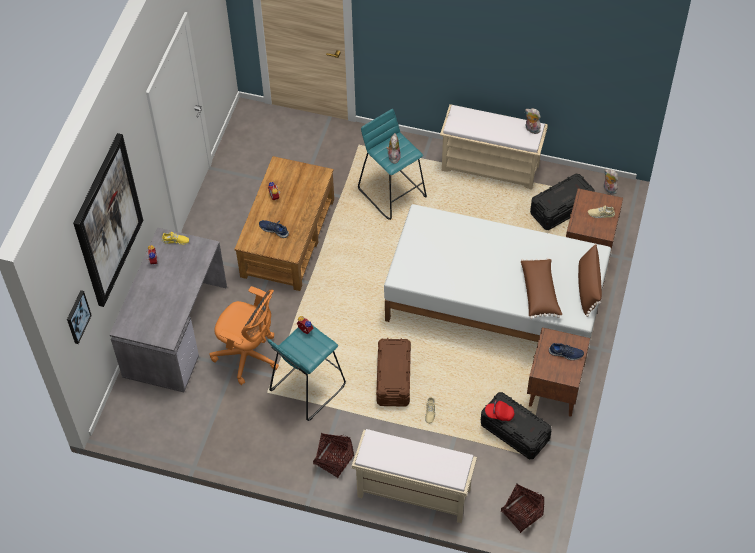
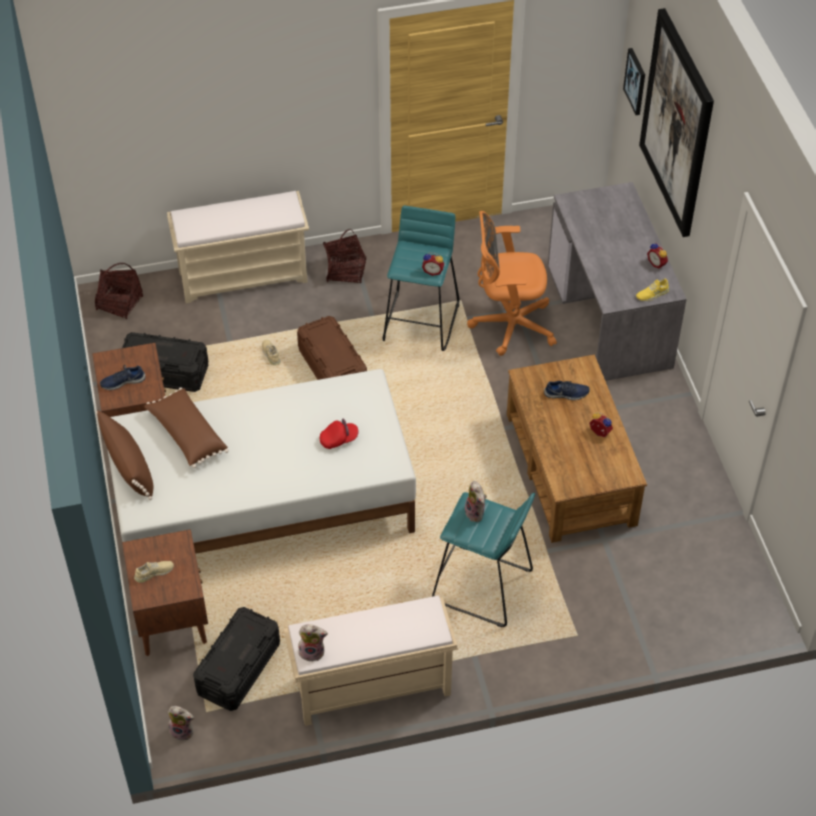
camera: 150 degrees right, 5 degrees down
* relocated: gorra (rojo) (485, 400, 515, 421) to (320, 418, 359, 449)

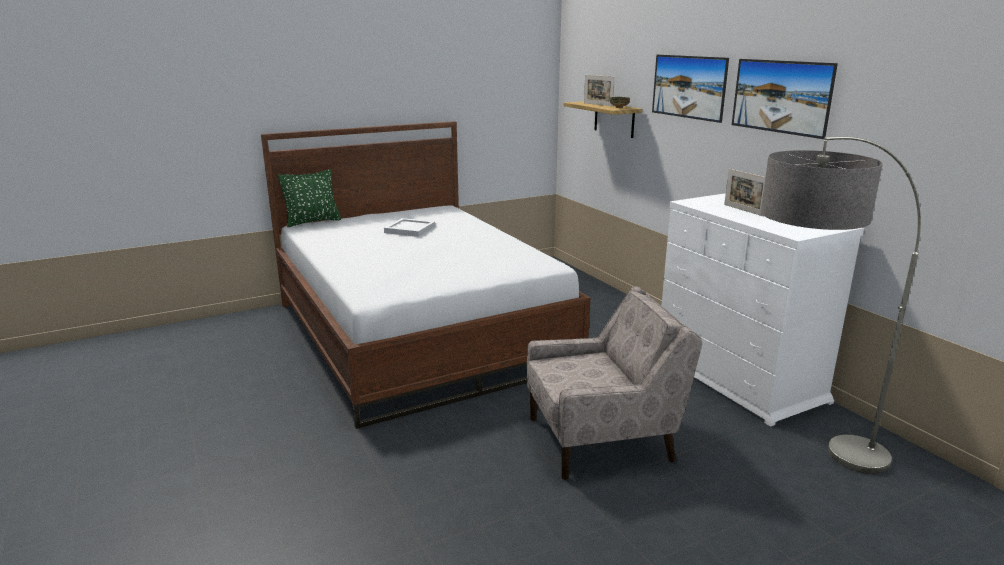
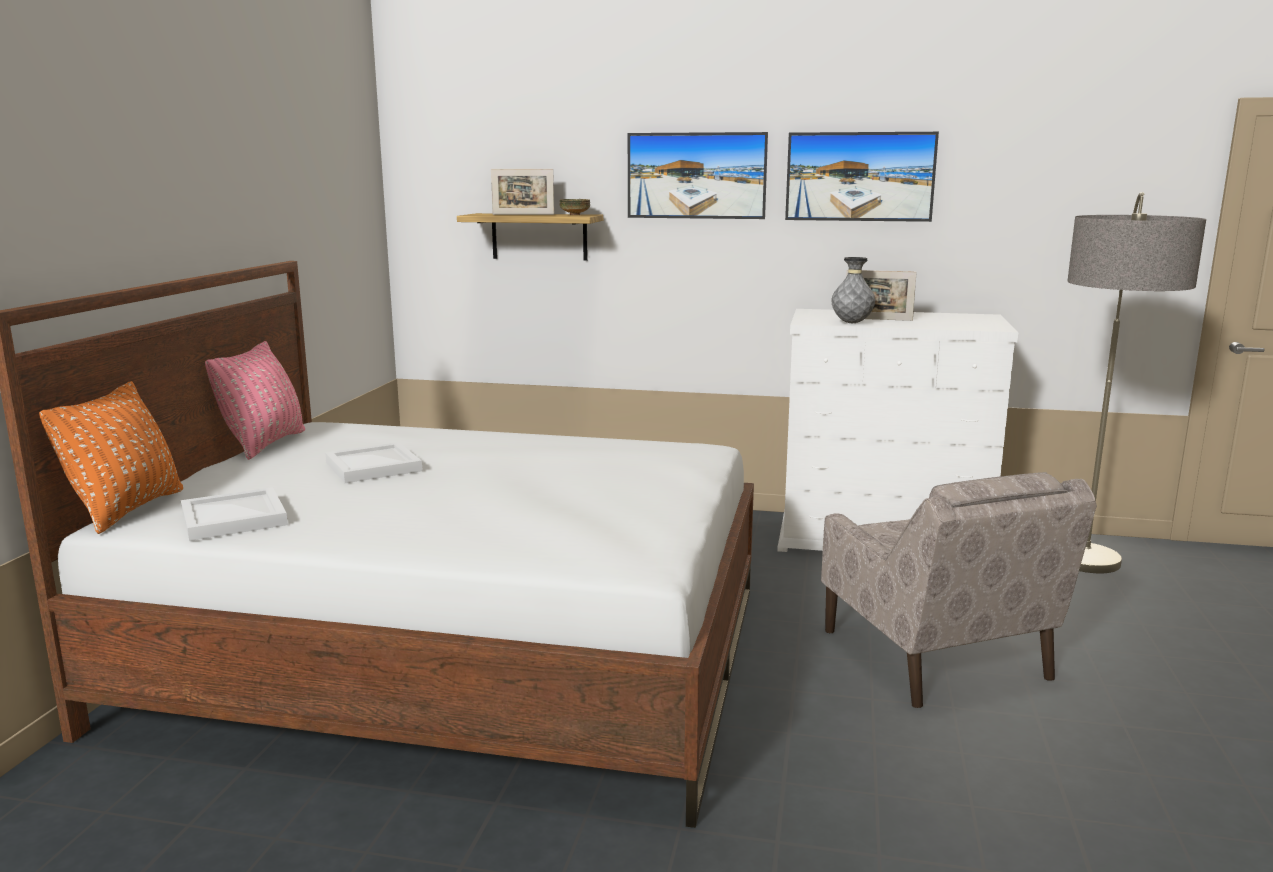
camera: 50 degrees left, 5 degrees down
* colour: cojín (verde) (278, 169, 341, 227) to cojín (naranja) (39, 381, 183, 534)
* spun: sillón (beis) (527, 286, 702, 480) = (821, 472, 1097, 708) 135 degrees clockwise
* appeared: florero (gris) (832, 257, 875, 323)
* appeared: cojín (rosa) (205, 341, 305, 460)
* appeared: bandeja (blanco) (181, 487, 288, 541)

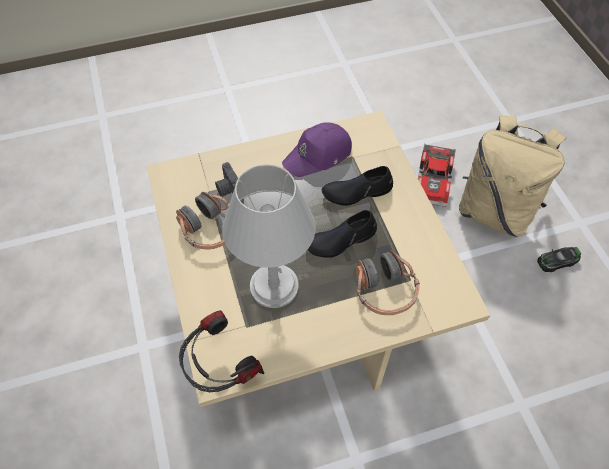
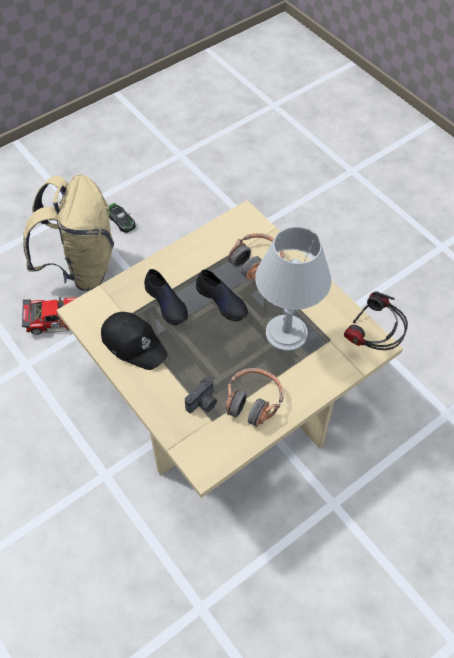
camera: 110 degrees left, 0 degrees up
* colour: gorra (morado) (282, 122, 352, 177) to gorra (negro) (101, 312, 168, 370)

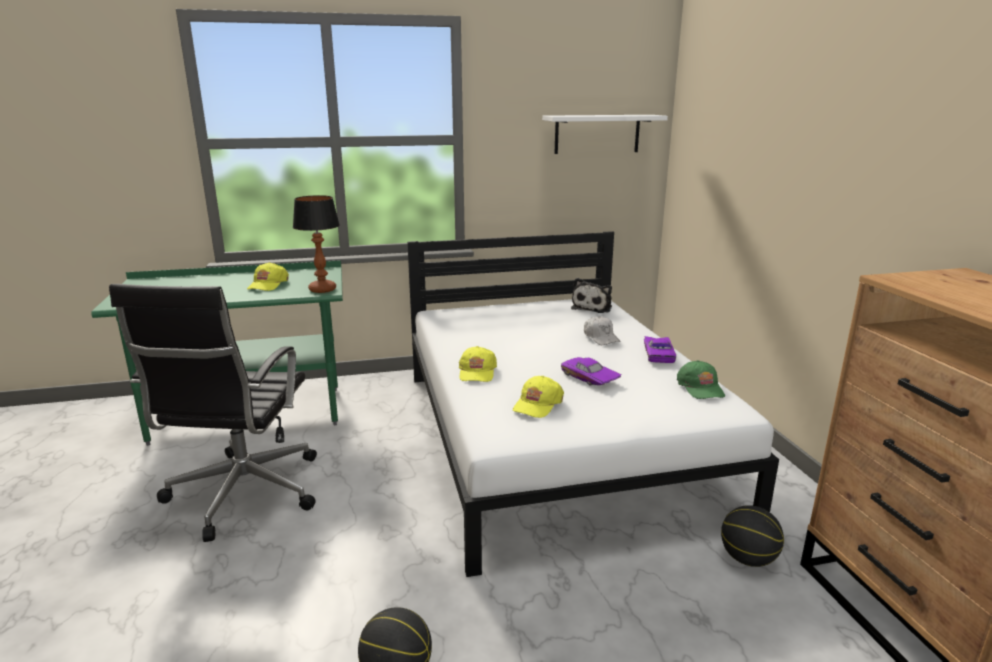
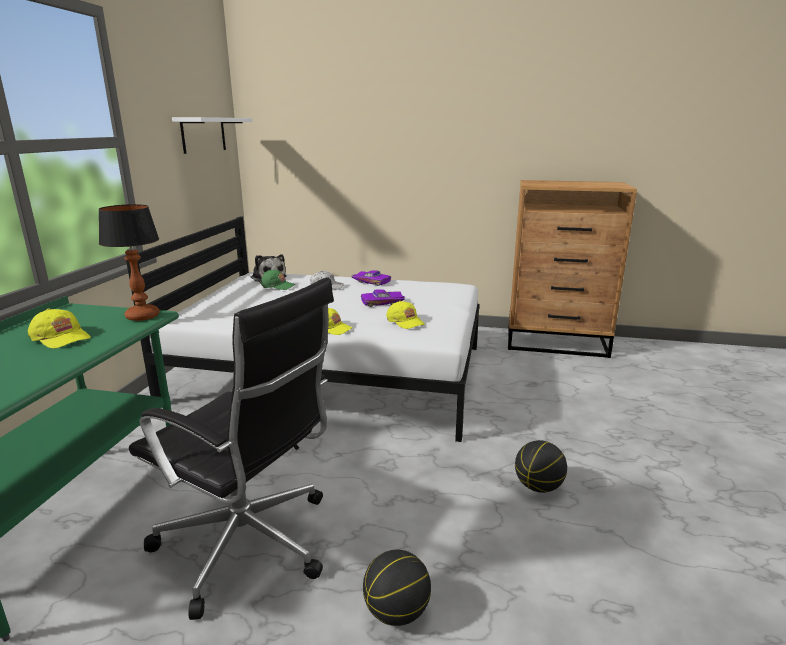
camera: 65 degrees left, 0 degrees up
* relocated: gorra (verde) (677, 360, 725, 399) to (260, 270, 296, 290)
* relocated: balón de baloncesto (721, 505, 784, 567) to (363, 550, 431, 626)

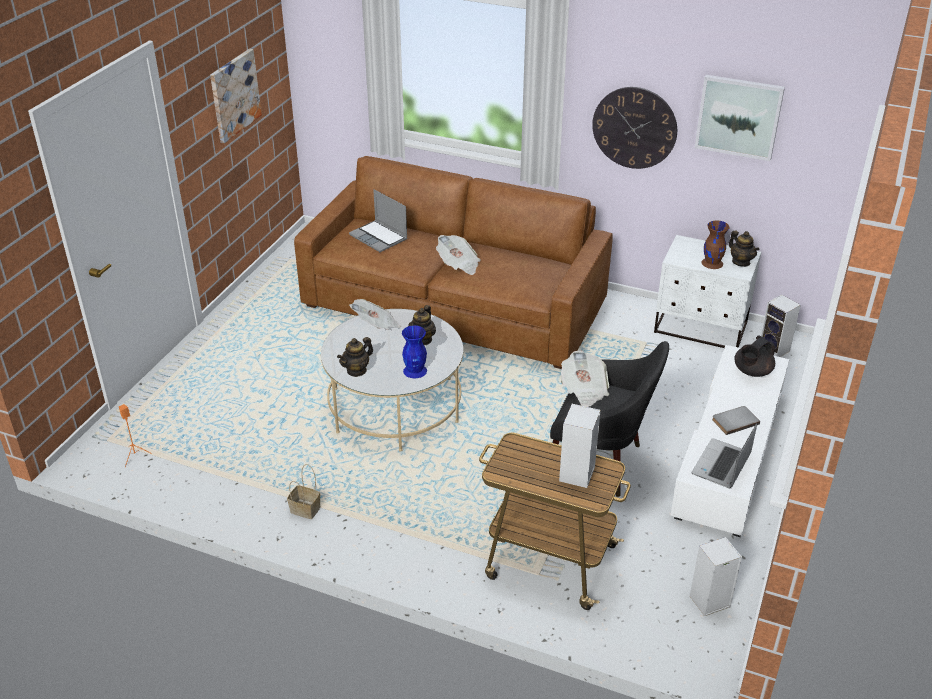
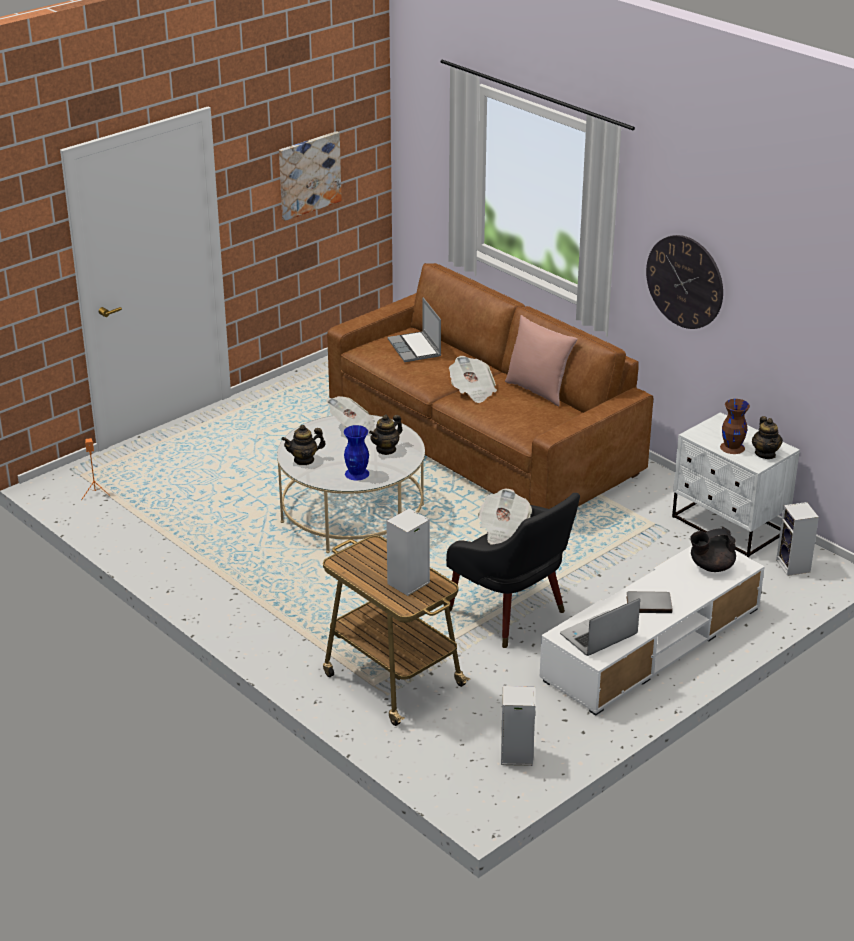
camera: 25 degrees right, 5 degrees down
* missing: cuadro (695, 75, 785, 161)
* missing: cesta (287, 464, 320, 519)
* appeared: cojín (rosa) (505, 315, 577, 406)

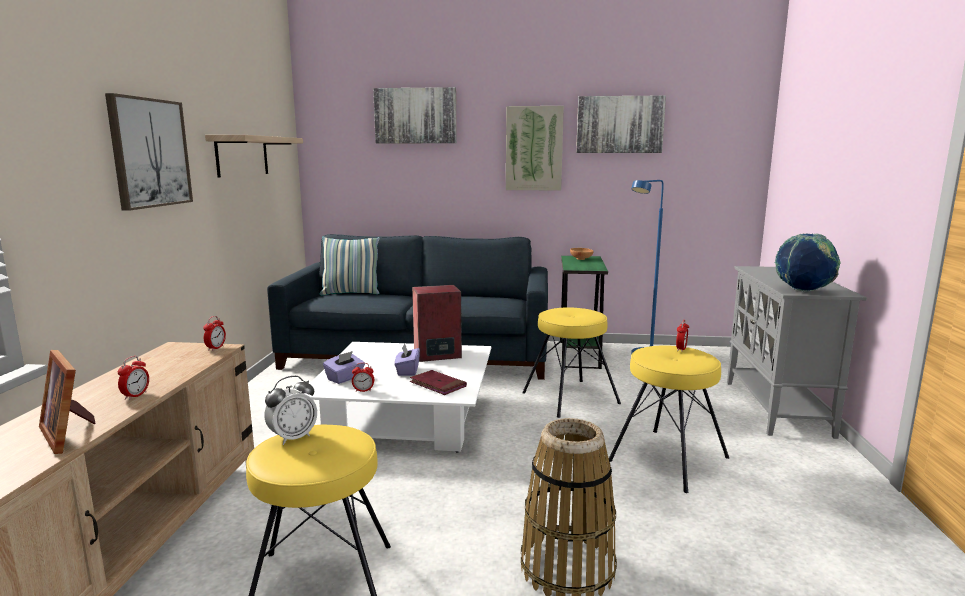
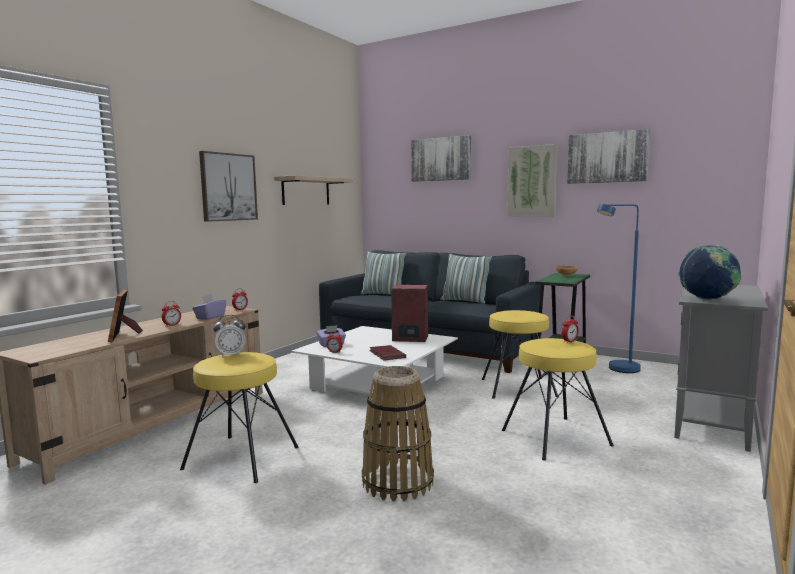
camera: 25 degrees right, 5 degrees down
* relocated: caja de pañuelos (morado) (395, 344, 420, 376) to (192, 294, 226, 320)
* appeared: cojín (441, 253, 492, 304)

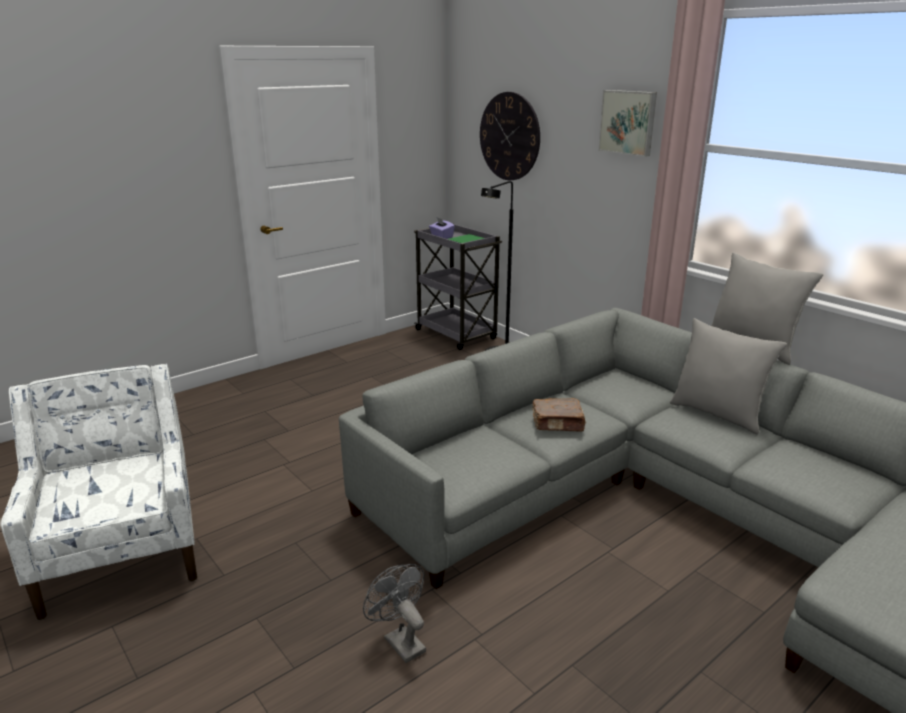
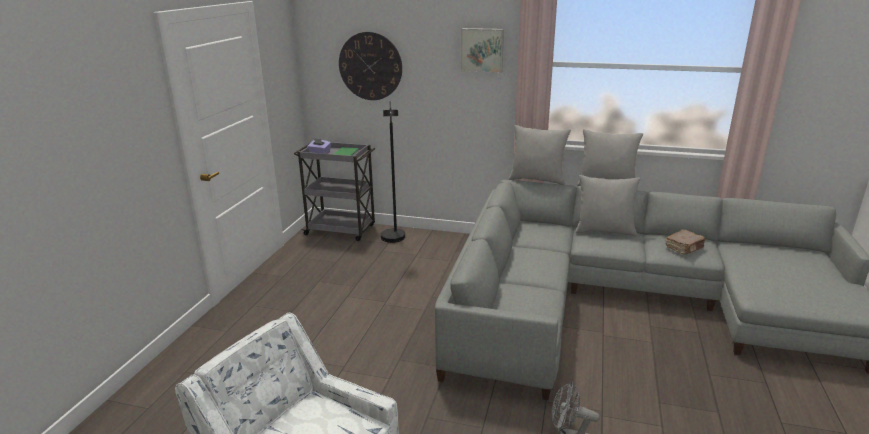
camera: 35 degrees left, 0 degrees up
* relocated: libro (marrón) (532, 398, 586, 431) to (665, 229, 705, 255)
* appeared: cojín (gris) (509, 125, 571, 185)

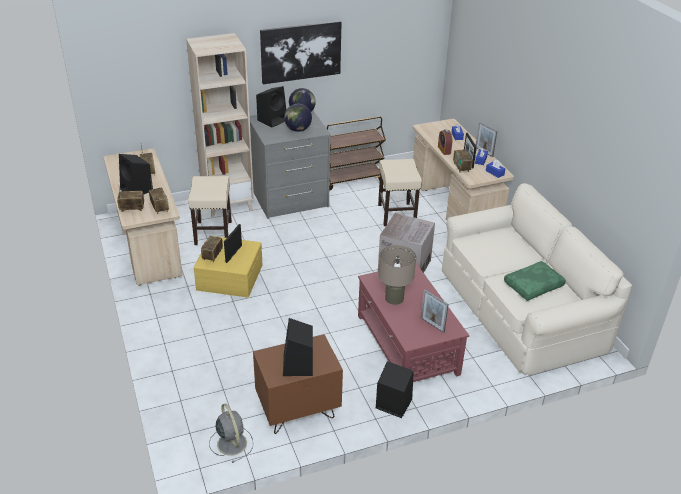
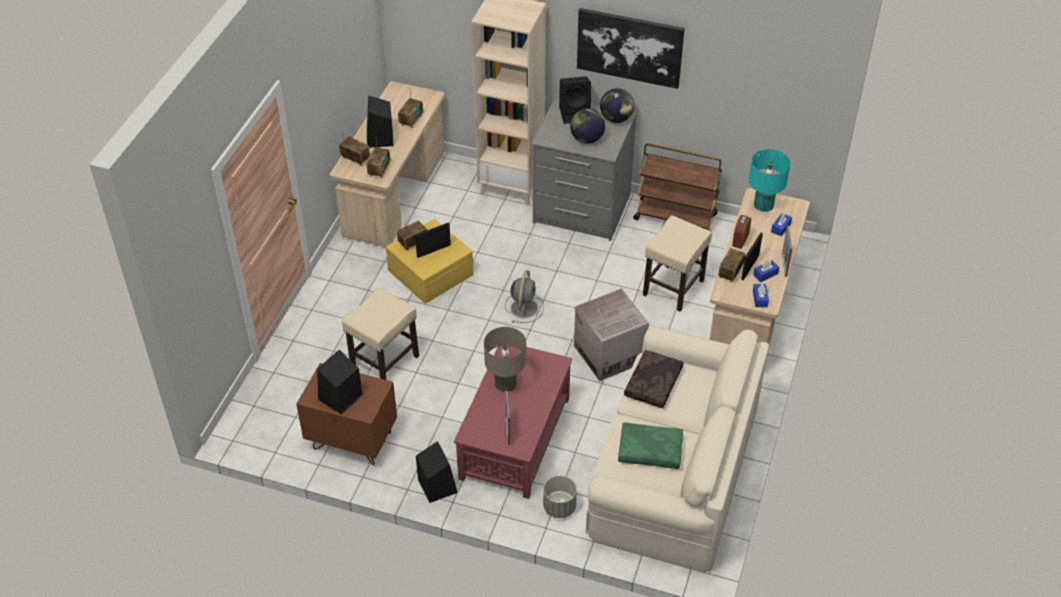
camera: 40 degrees right, 10 degrees up
* relocated: taburete (beis) (188, 176, 232, 245) to (342, 288, 419, 380)
* relocated: ventilador (gris) (209, 403, 253, 463) to (505, 270, 544, 323)
* appeared: lámpara de mesa (turquesa) (749, 149, 791, 212)
* appeared: cojín (marrón) (624, 350, 684, 408)
* appeared: maceta (gris) (543, 476, 577, 518)

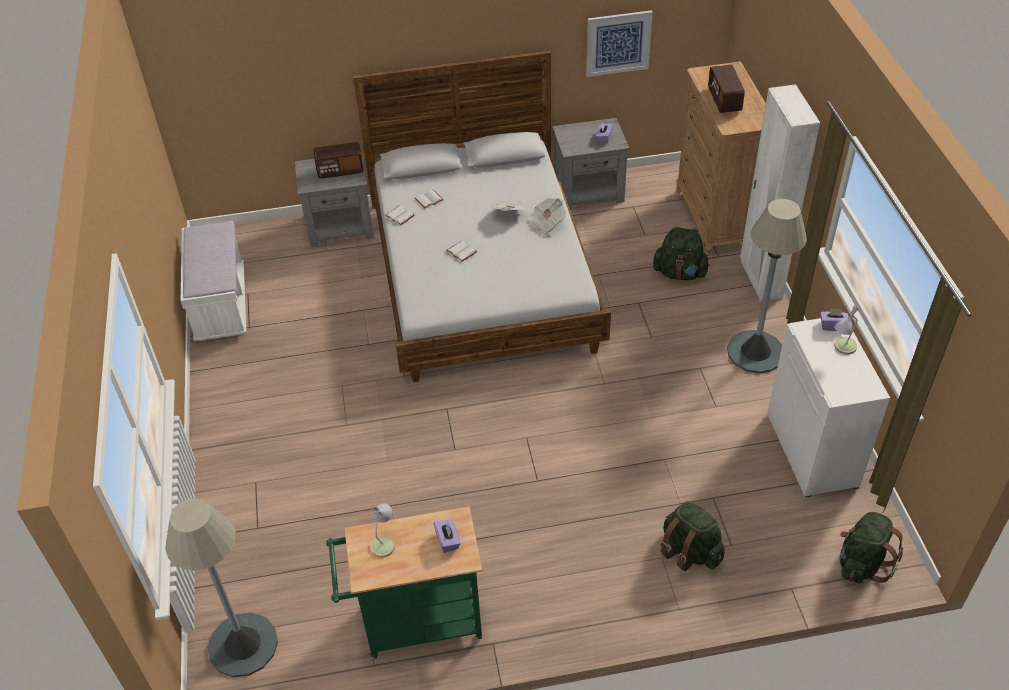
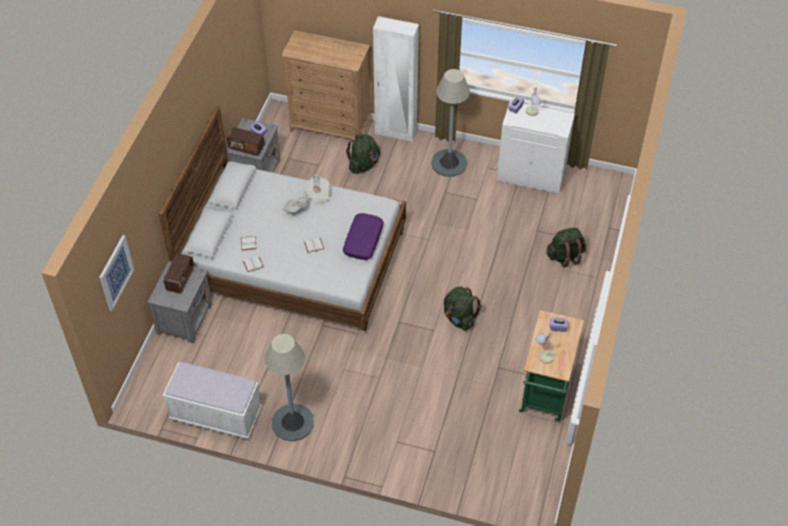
camera: 65 degrees left, 5 degrees up
* relocated: cuadro (586, 10, 653, 77) to (99, 235, 134, 311)
* relocated: radio (708, 64, 745, 113) to (227, 127, 264, 156)
* relocated: lámpara de pie (gris) (165, 499, 278, 677) to (265, 334, 314, 442)
* relocated: mochila (verde) (840, 512, 903, 584) to (444, 287, 481, 331)
* appeared: cojín (morado) (343, 213, 384, 260)

